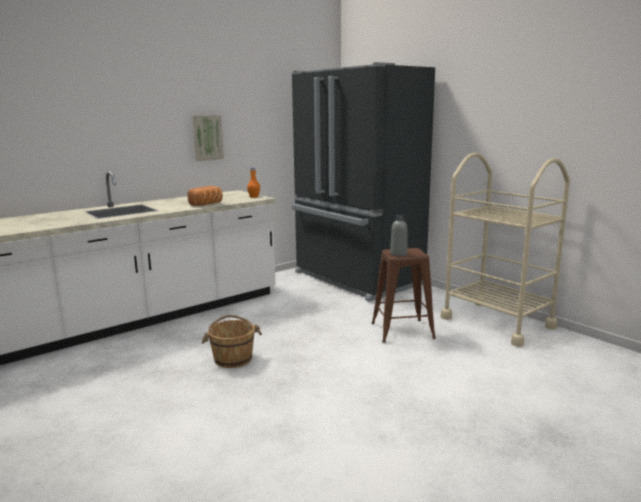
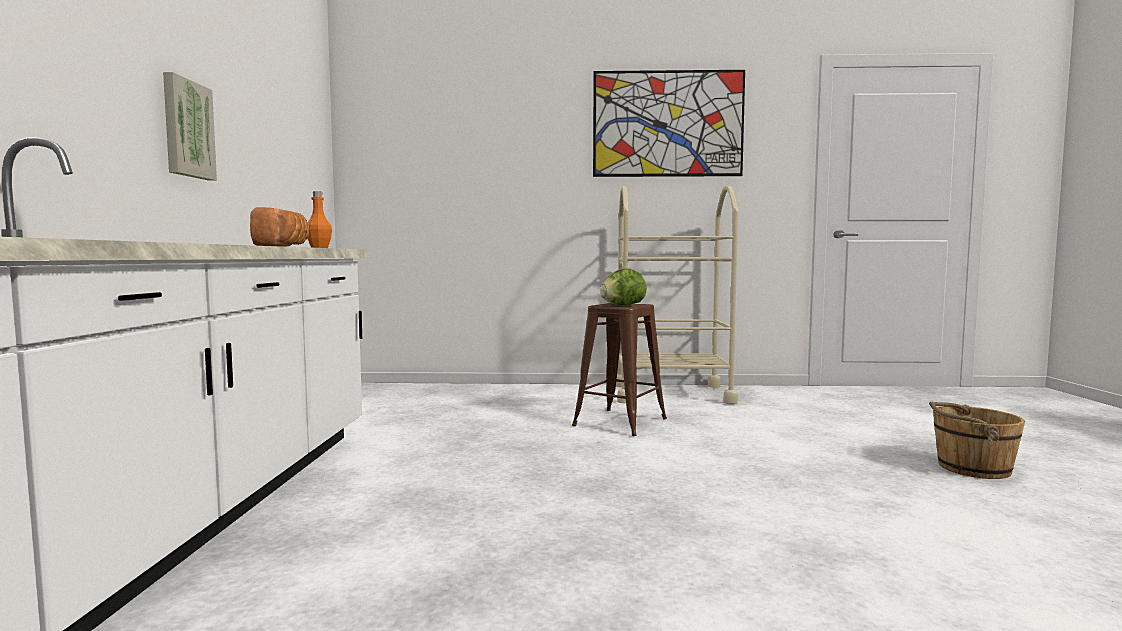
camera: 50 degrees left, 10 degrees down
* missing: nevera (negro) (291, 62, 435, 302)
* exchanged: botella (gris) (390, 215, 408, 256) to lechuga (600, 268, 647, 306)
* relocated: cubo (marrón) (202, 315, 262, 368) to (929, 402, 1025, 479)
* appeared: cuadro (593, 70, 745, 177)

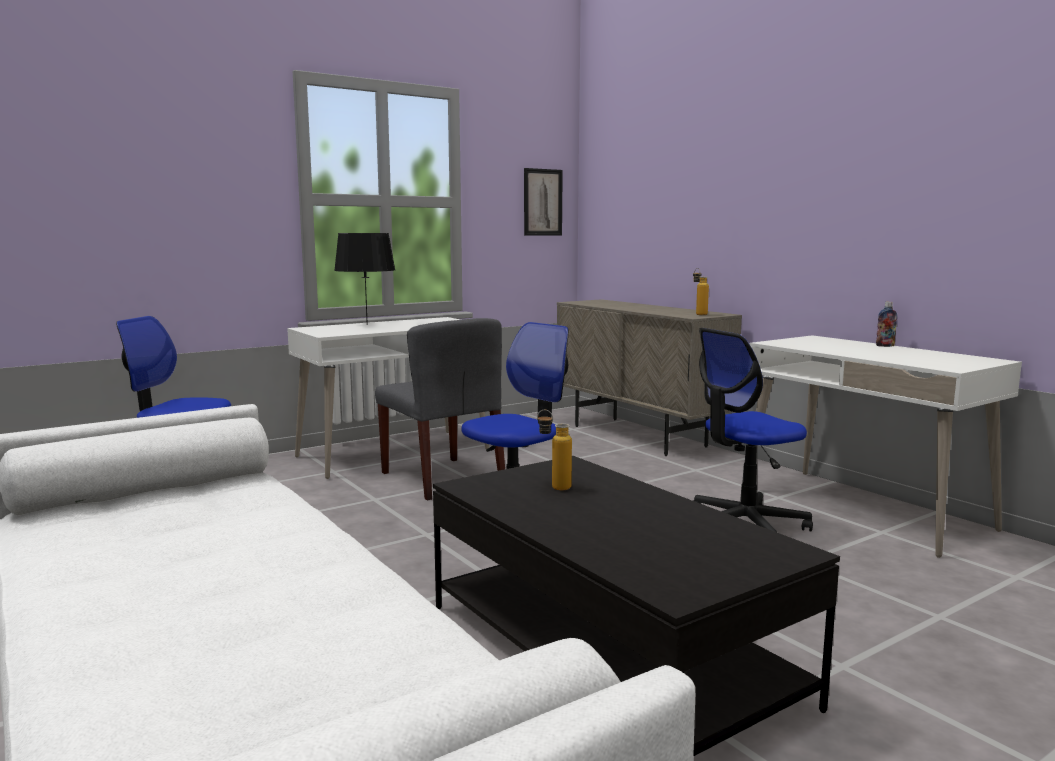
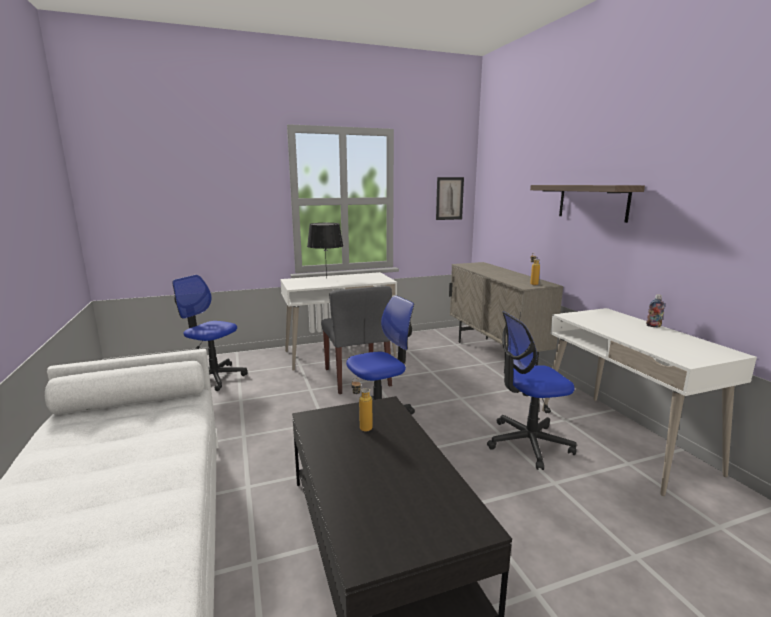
camera: 15 degrees right, 5 degrees up
* appeared: estante (530, 185, 645, 223)

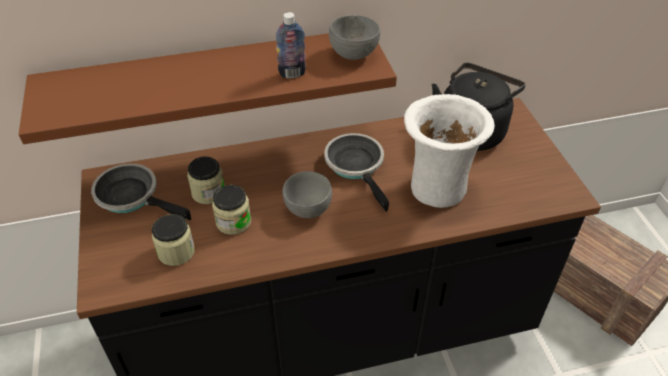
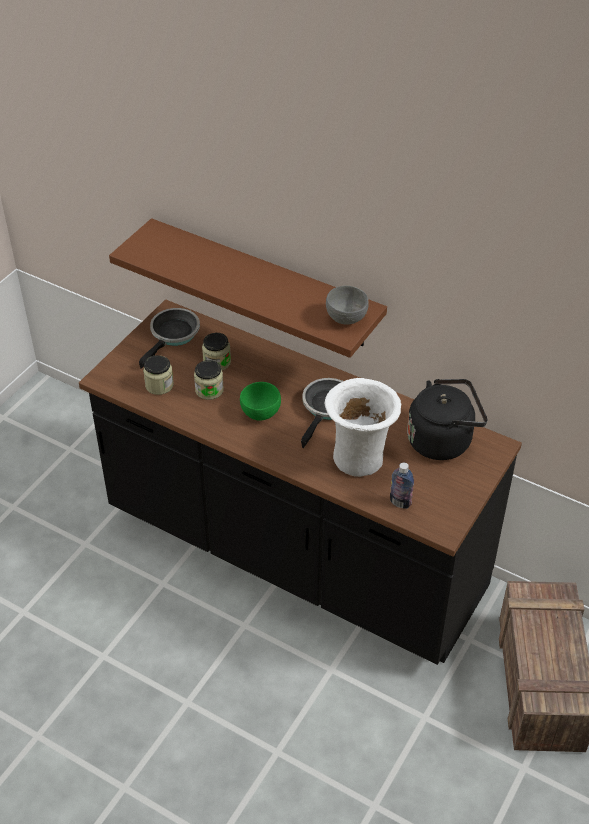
camera: 45 degrees right, 0 degrees up
* relocated: botella (276, 12, 306, 78) to (390, 463, 414, 509)
* spun: sartén (91, 163, 191, 220) = (139, 308, 200, 369) 45 degrees clockwise
* colour: cuenco (gris) (283, 171, 332, 218) to cuenco (verde) (240, 382, 281, 421)

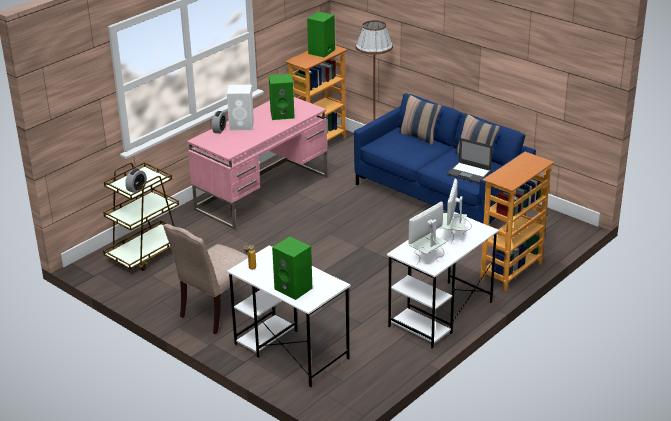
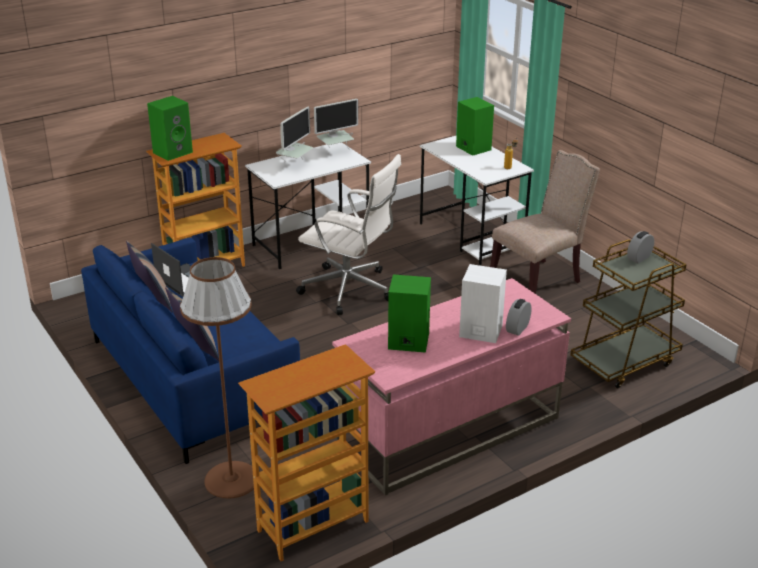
camera: 165 degrees left, 0 degrees up
* relocated: altavoz (verde) (307, 12, 335, 57) to (147, 96, 193, 161)
* appeared: silla de oficina (blanco) (296, 154, 401, 315)

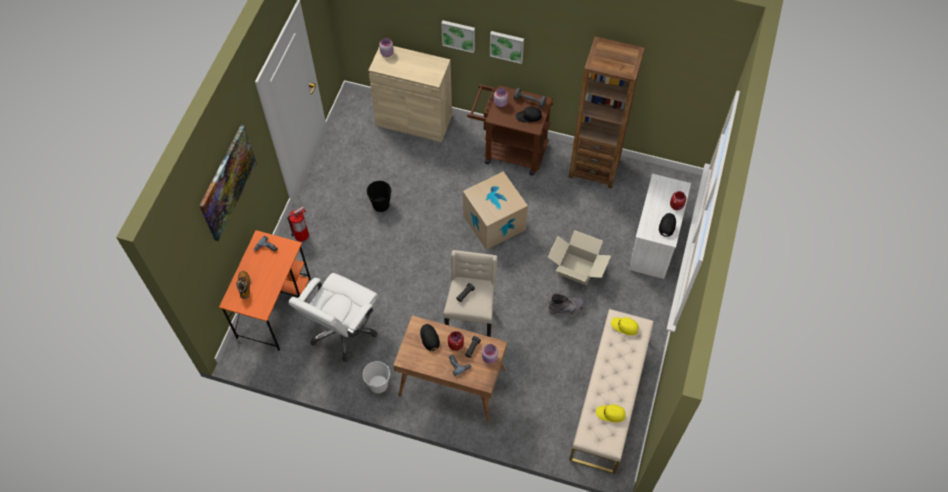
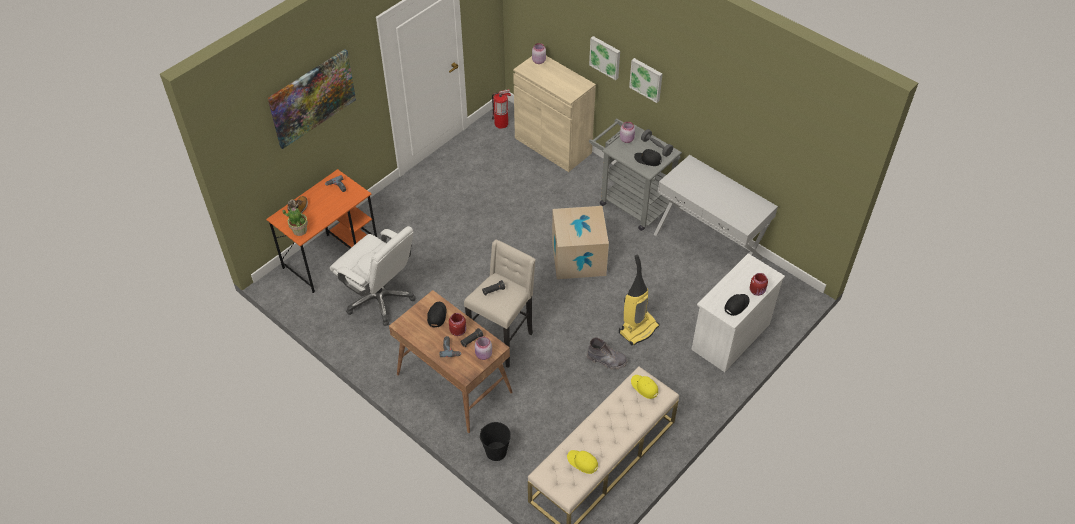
camera: 25 degrees right, 10 degrees down
* exchanged: estantería (marrón) (569, 37, 645, 188) to mesa consola (blanco) (654, 155, 778, 260)
* colour: carrito (marrón) (467, 85, 553, 176) to carrito (gris) (589, 119, 682, 231)
* relocated: cubo (negro) (366, 181, 392, 212) to (480, 422, 511, 461)
* relocated: extintor (288, 206, 309, 242) to (492, 89, 511, 129)
* exchanged: caja de cartón (548, 230, 611, 286) to aspiradora (619, 254, 659, 346)
* spun: silla de oficina (blanco) (289, 273, 378, 362) = (330, 226, 416, 326) 105 degrees counterclockwise
* missing: cubo (blanco) (363, 361, 390, 393)
* appeared: planta en maceta (282, 207, 308, 236)

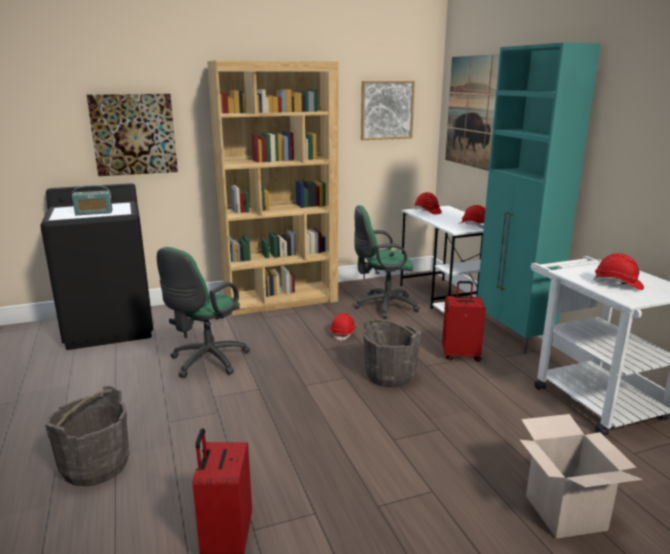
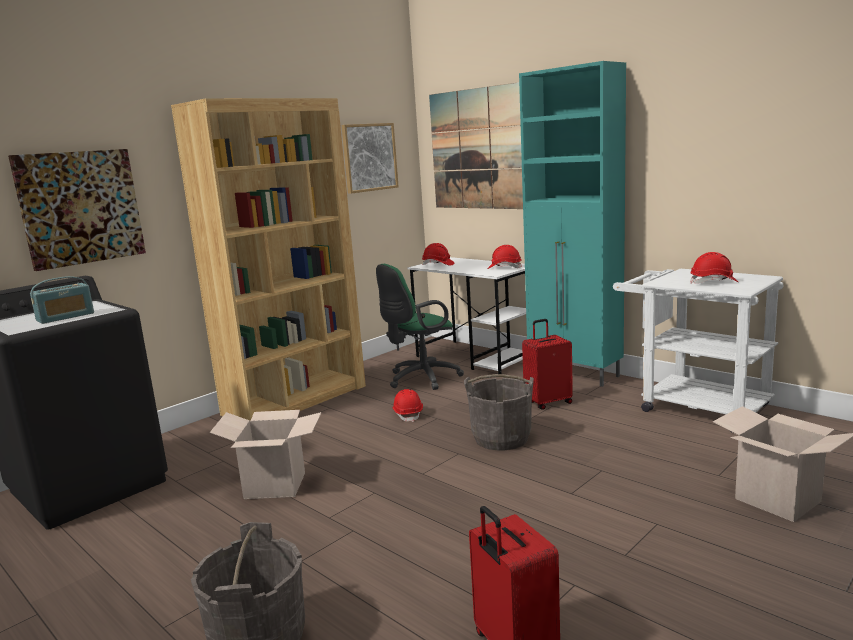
camera: 25 degrees left, 5 degrees down
* exchanged: silla de oficina (verde) (157, 247, 250, 378) to caja de cartón (210, 410, 321, 499)

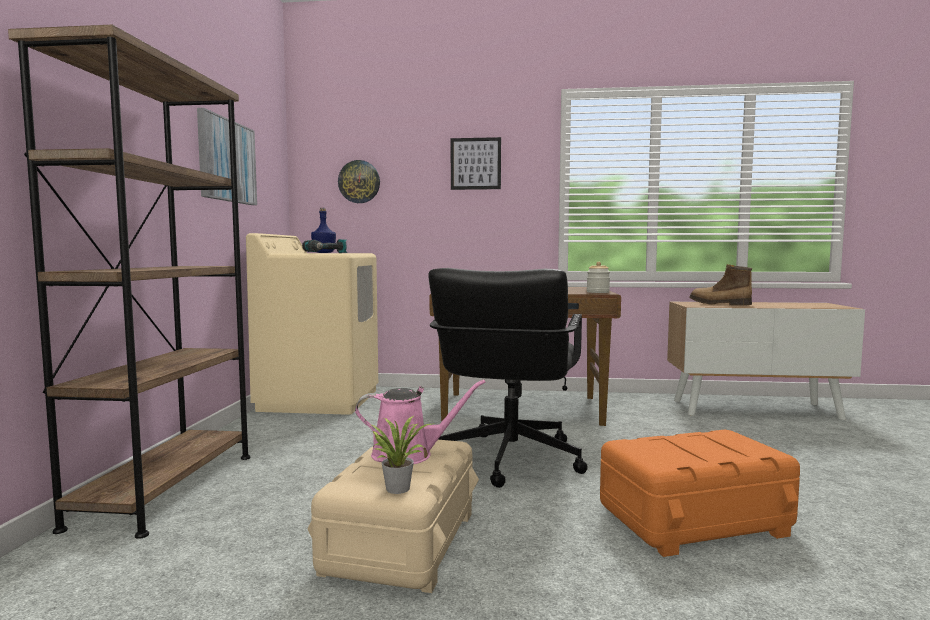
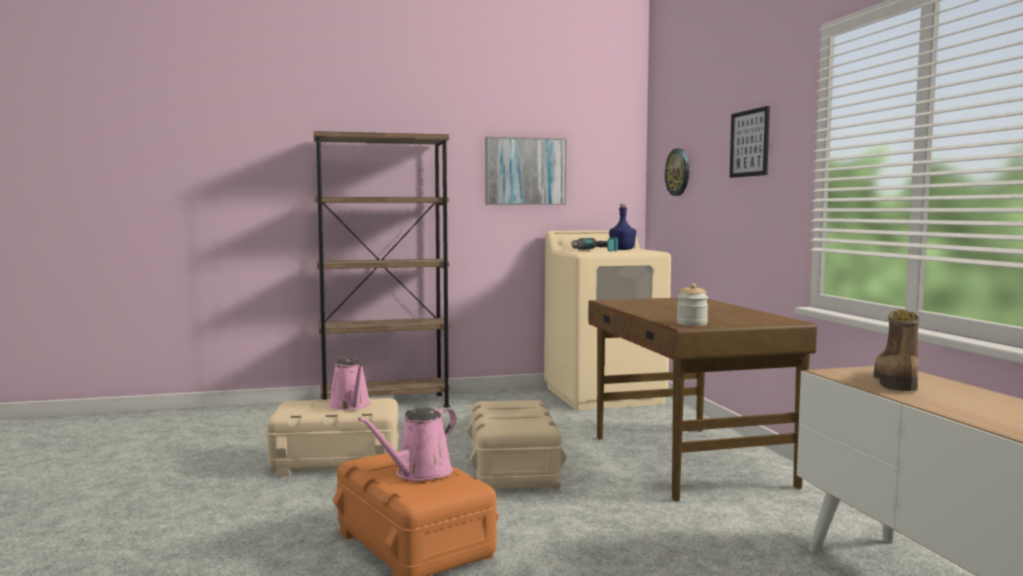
camera: 70 degrees right, 0 degrees up
* exchanged: silla de oficina (negro) (428, 268, 588, 488) to caja de almacenaje (beis) (467, 400, 567, 490)
* missing: planta en maceta (372, 416, 432, 494)
* appeared: regadera (rosa) (358, 407, 456, 481)

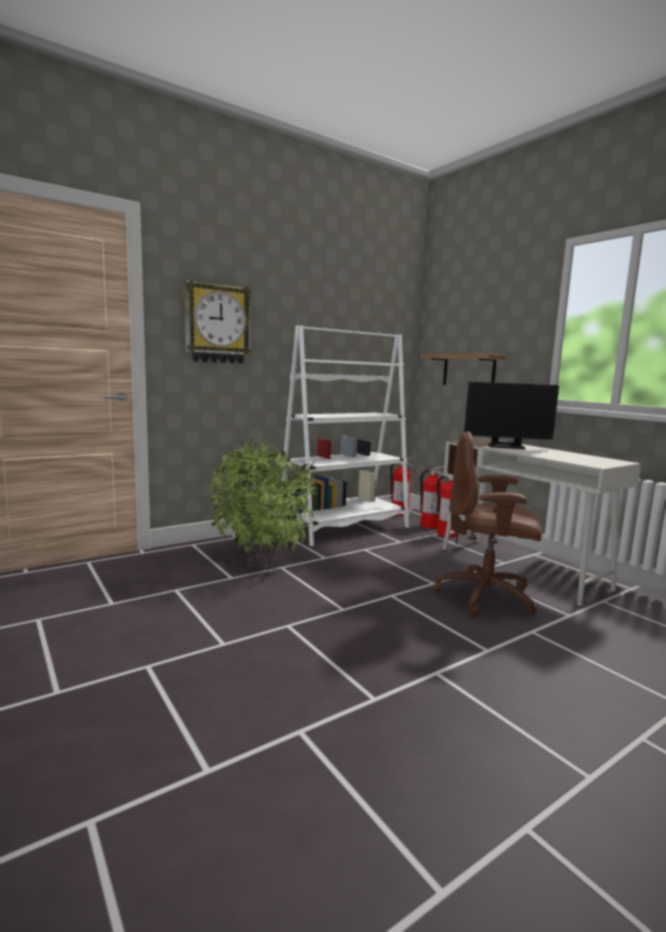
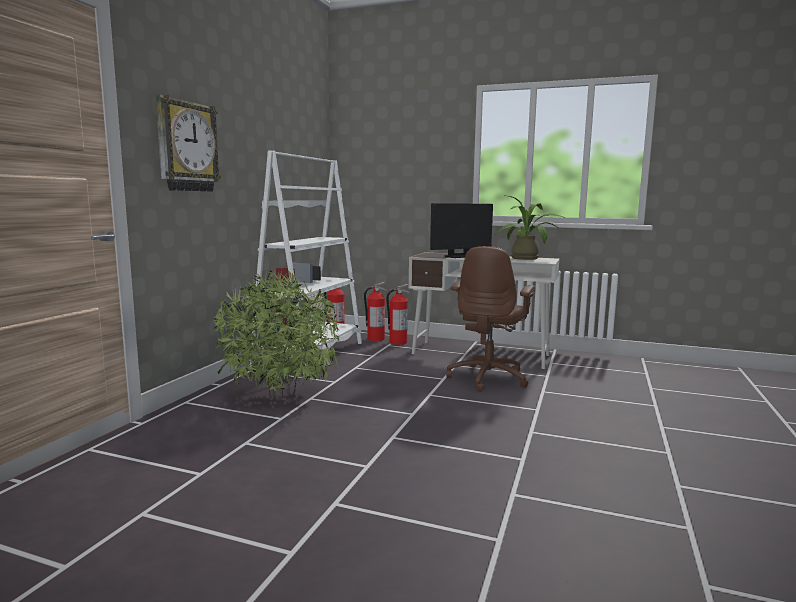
camera: 35 degrees left, 0 degrees up
* missing: estante (419, 354, 507, 385)
* spun: silla de oficina (marrón) (434, 431, 542, 616) = (446, 246, 536, 392) 45 degrees counterclockwise
* appeared: planta en maceta (493, 196, 565, 260)

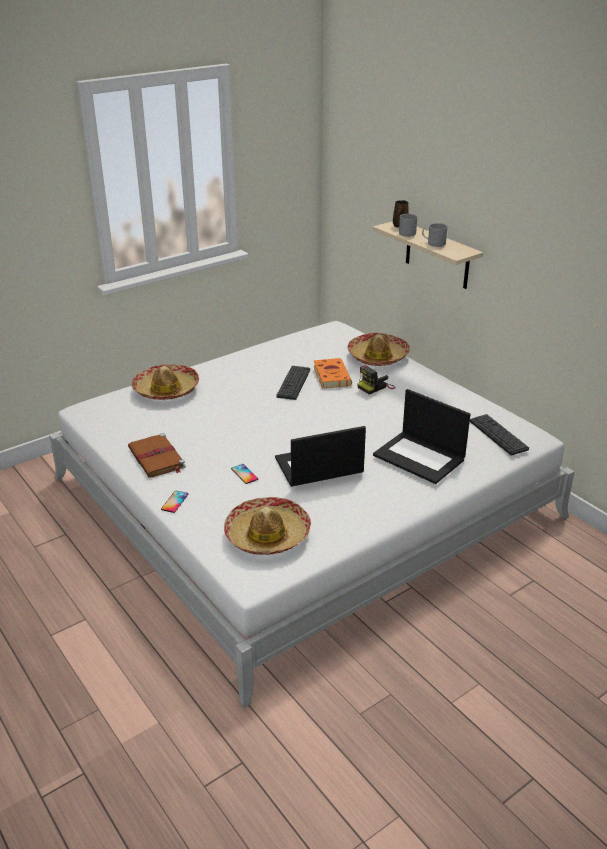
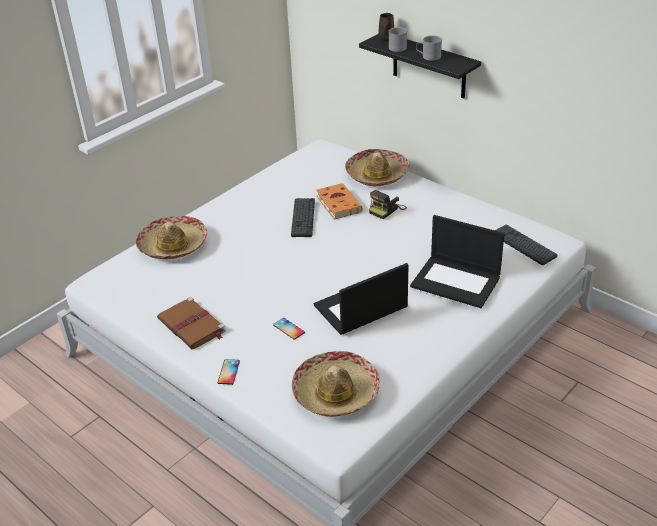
camera: 10 degrees left, 5 degrees up
* colour: estante (beis) (373, 221, 483, 289) to estante (negro) (359, 34, 481, 99)

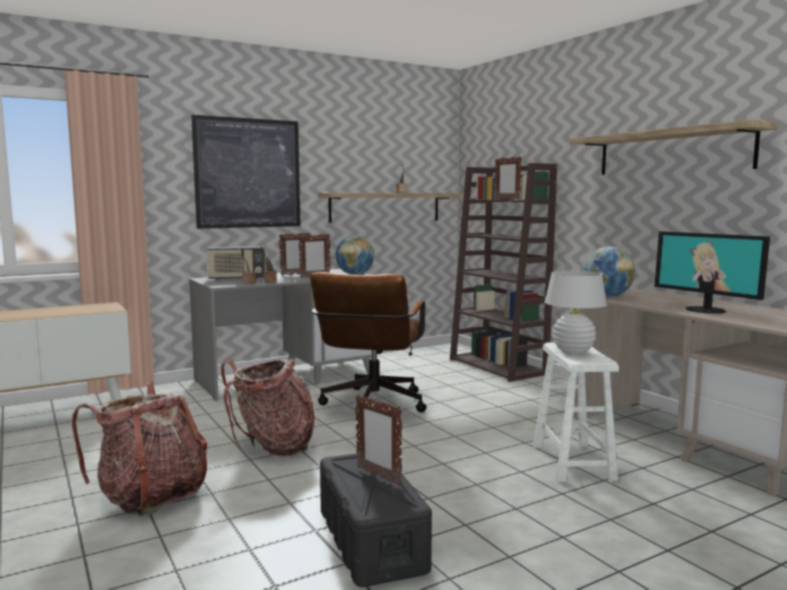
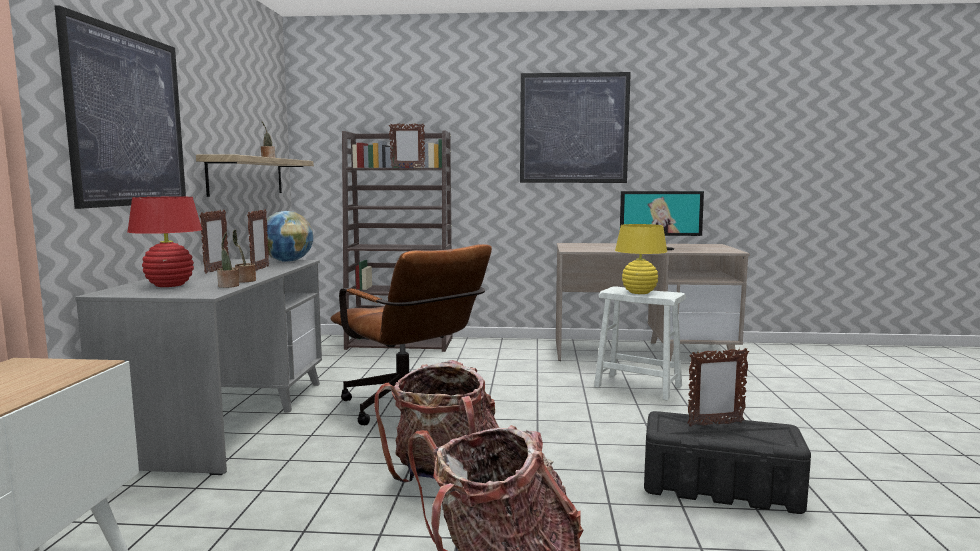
camera: 55 degrees left, 0 degrees up
* exchanged: estante (570, 119, 778, 175) to cuadro (520, 72, 631, 183)
* exchanged: radio (206, 246, 265, 280) to lámpara de mesa (rojo) (127, 197, 202, 287)
* missing: globo terráqueo (583, 246, 635, 297)
* colour: lámpara de mesa (blanco) (545, 270, 607, 354) to lámpara de mesa (amarillo) (615, 224, 667, 294)

